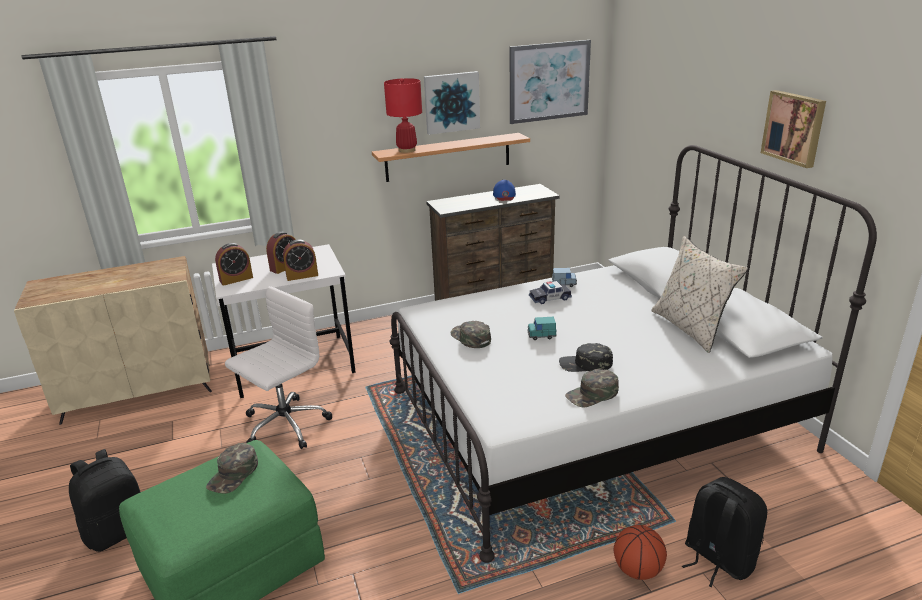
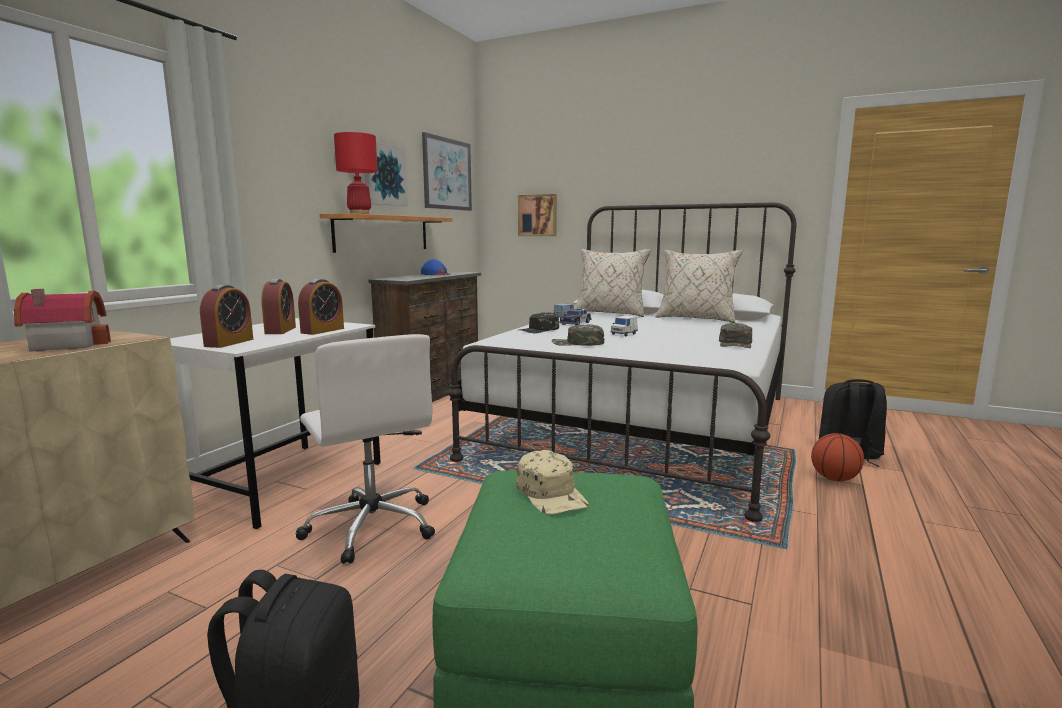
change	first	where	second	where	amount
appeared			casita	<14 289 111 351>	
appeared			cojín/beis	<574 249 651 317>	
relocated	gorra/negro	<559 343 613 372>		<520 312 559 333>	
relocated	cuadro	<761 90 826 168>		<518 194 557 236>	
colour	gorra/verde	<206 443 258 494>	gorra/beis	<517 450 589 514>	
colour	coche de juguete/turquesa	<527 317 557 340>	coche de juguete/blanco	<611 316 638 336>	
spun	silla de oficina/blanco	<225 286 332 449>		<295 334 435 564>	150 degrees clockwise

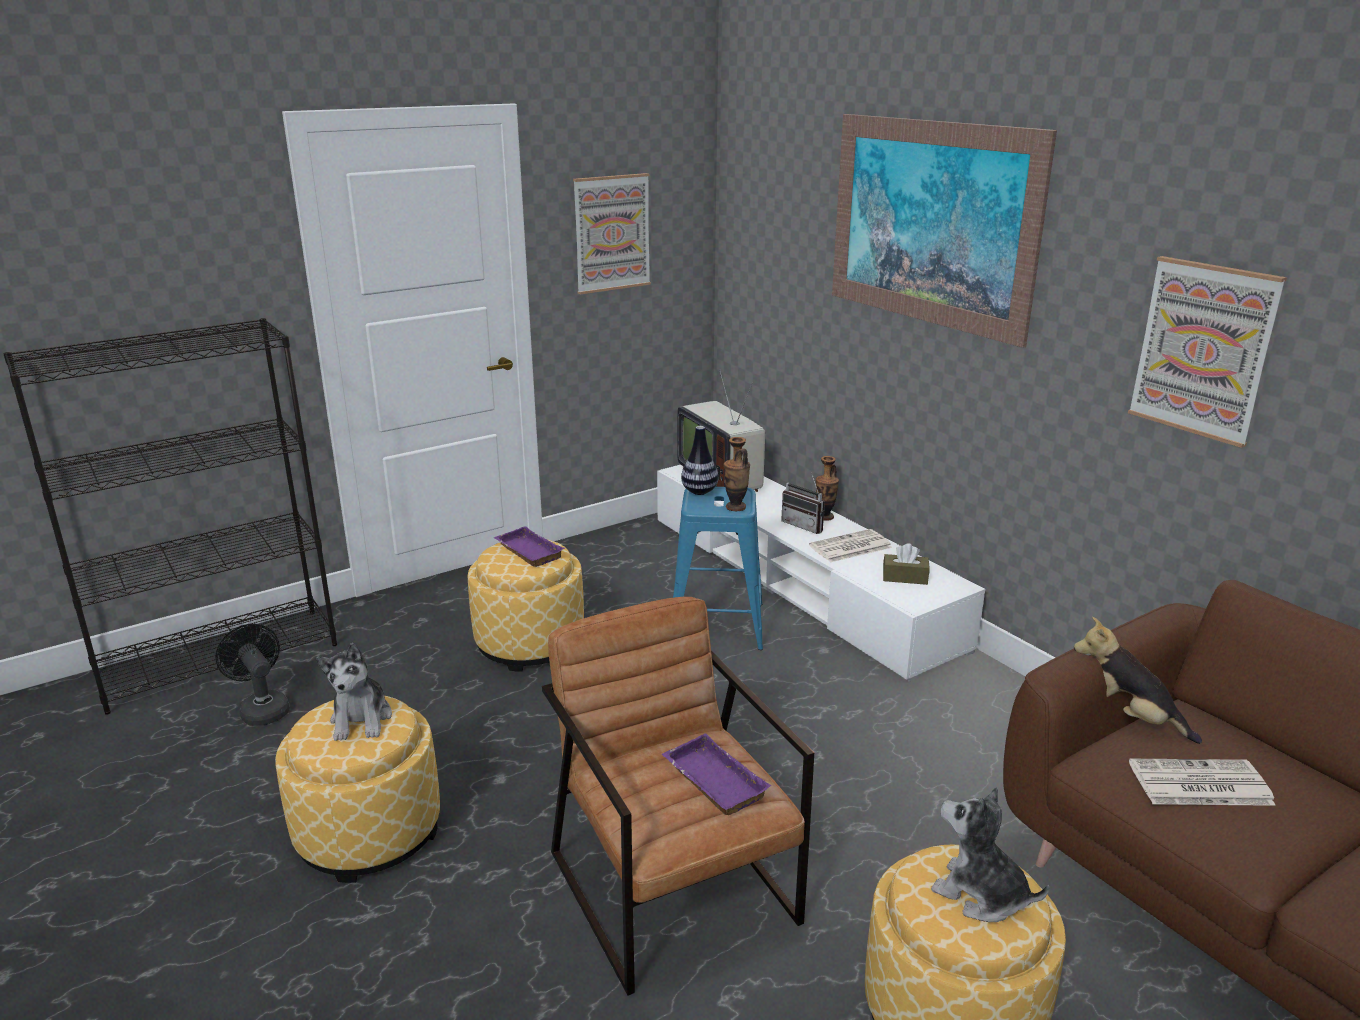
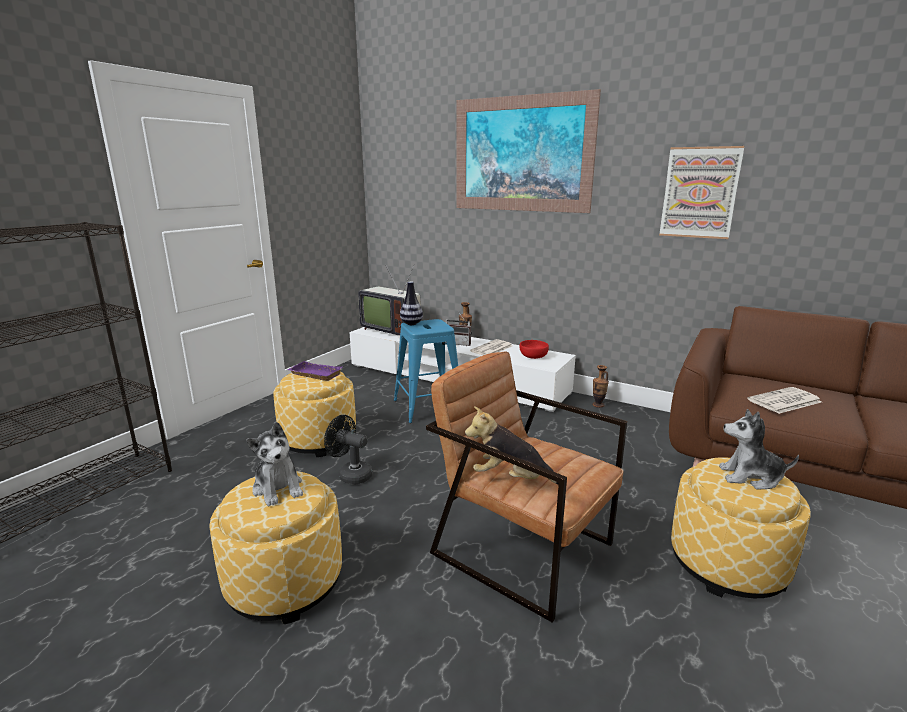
change	first	where	second	where	amount
missing	cuadro	<573 173 651 295>			
missing	bandeja/morado	<662 733 771 815>			
relocated	ventilador/negro	<215 624 290 726>		<324 415 373 485>	
relocated	florero	<724 437 750 511>		<593 365 609 408>	
relocated	peluche	<1074 617 1202 744>		<465 406 559 485>	
exchanged	caja de pañuelos/marrón	<883 543 930 585>	cuenco/rojo	<519 340 549 359>	

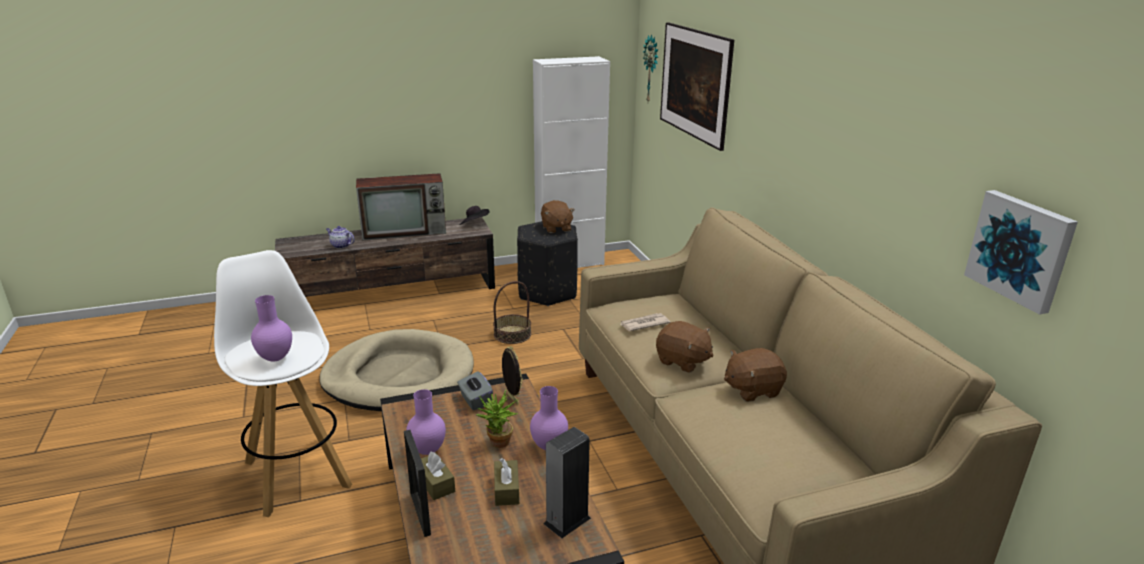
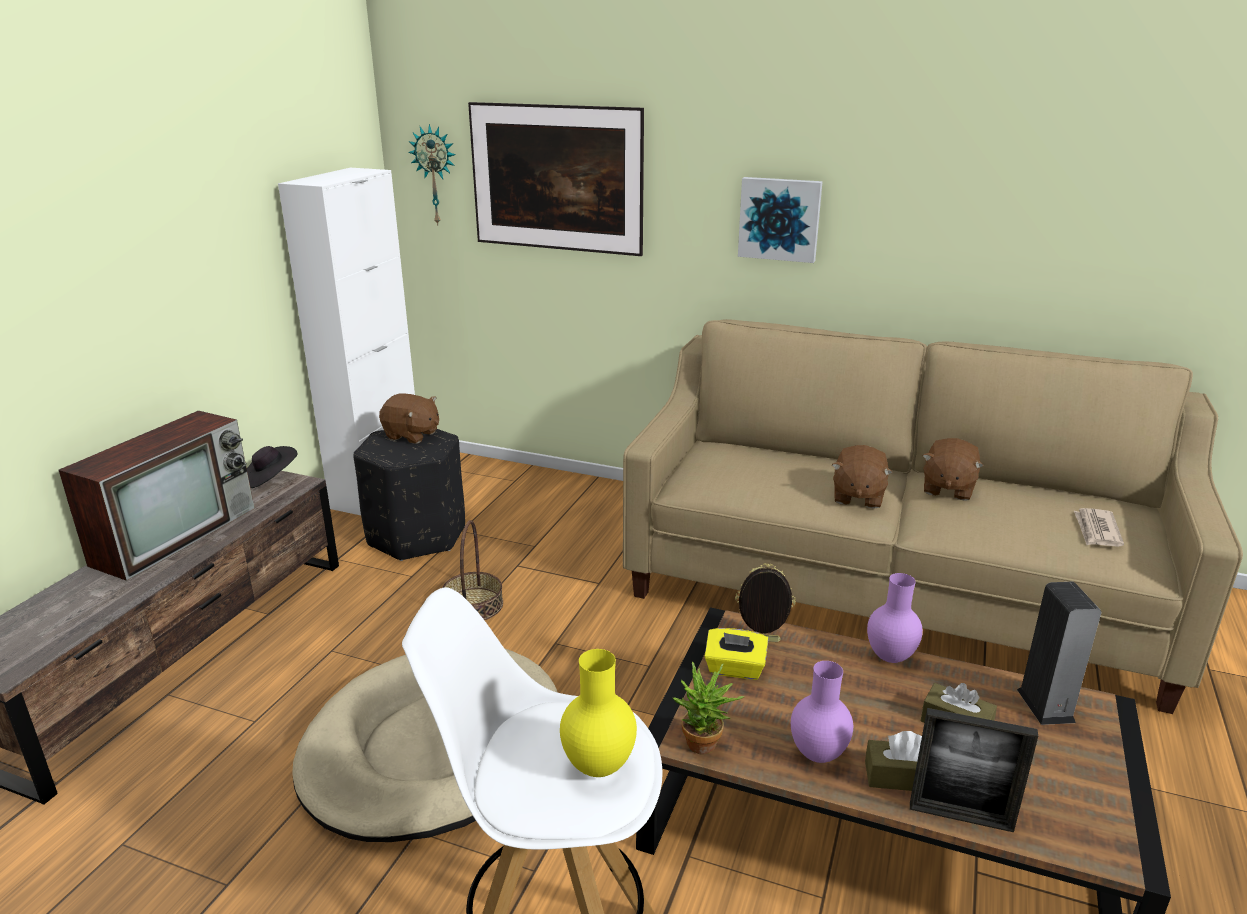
change	first	where	second	where	amount
missing	tetera	<326 226 355 249>			
relocated	planta en maceta	<476 390 518 448>		<673 662 744 755>	
relocated	periódico	<620 313 671 331>		<1074 508 1124 547>	
relocated	cuadro	<964 190 1078 315>		<738 177 823 263>	
colour	florero/morado	<251 295 292 362>	florero/amarillo	<560 649 637 777>	
colour	caja de pañuelos/gris	<457 371 493 410>	caja de pañuelos/amarillo	<704 628 768 680>	
spun	peluche/marrón	<656 321 713 373>		<832 445 893 509>	120 degrees clockwise

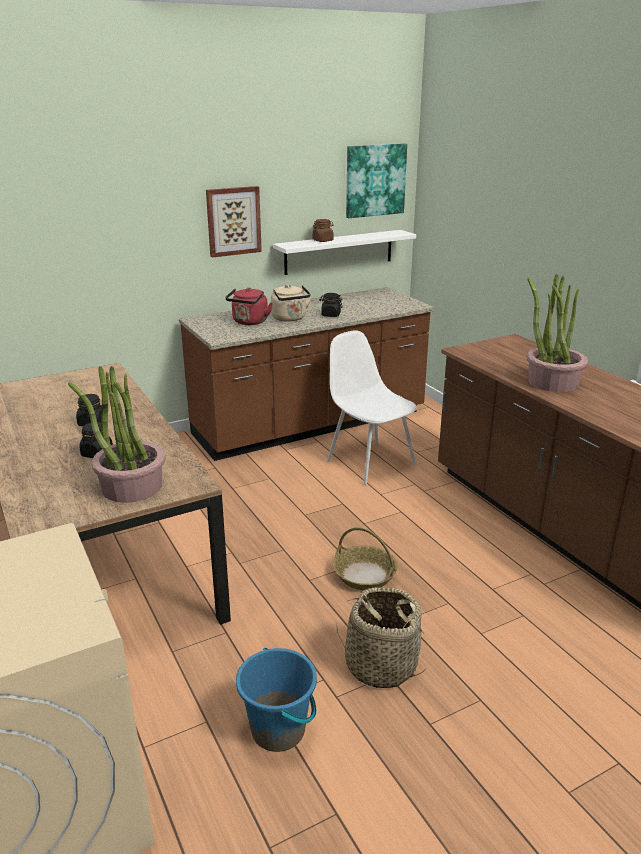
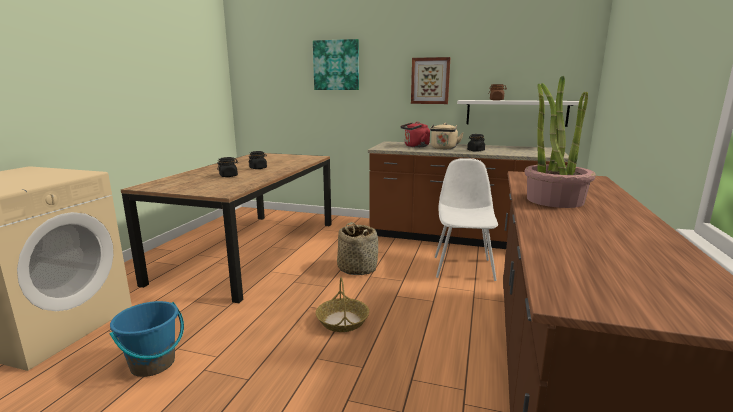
change	first	where	second	where	amount
missing	planta en maceta	<68 366 166 503>			
relocated	cesta	<336 587 425 688>		<337 222 378 275>	
relocated	cuadro	<346 143 407 218>		<313 39 359 90>	

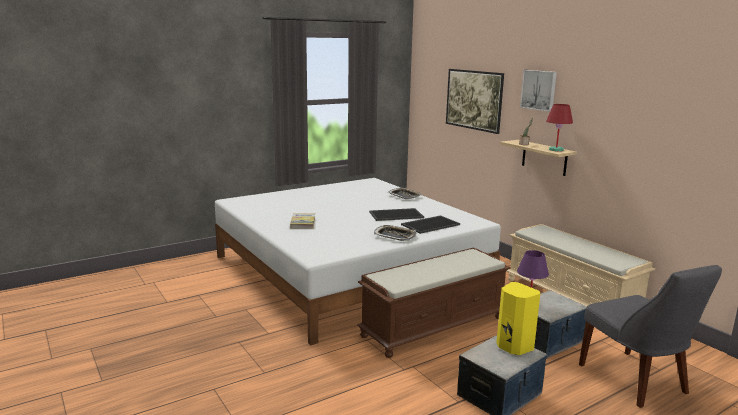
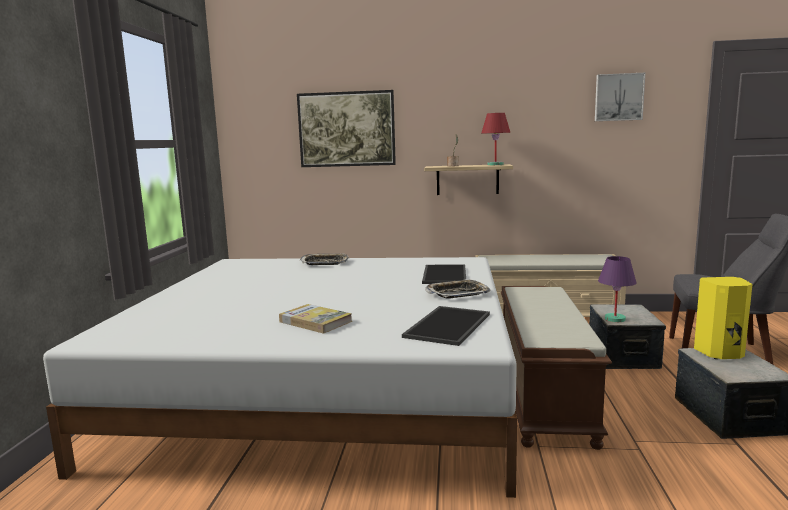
change	first	where	second	where	amount
relocated	bandeja	<369 208 424 221>		<402 306 490 346>	
relocated	cuadro	<520 70 557 112>		<595 73 645 121>	

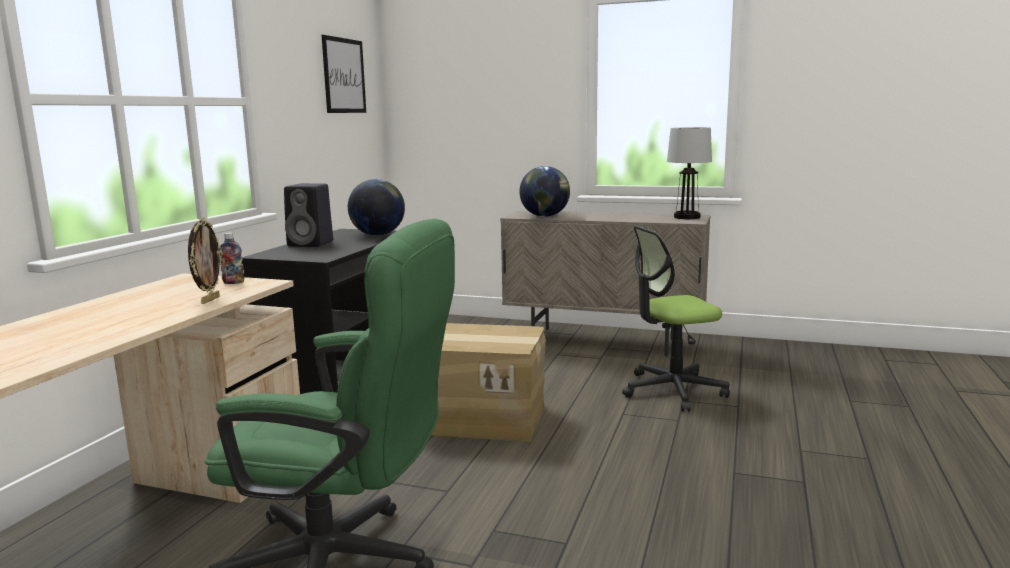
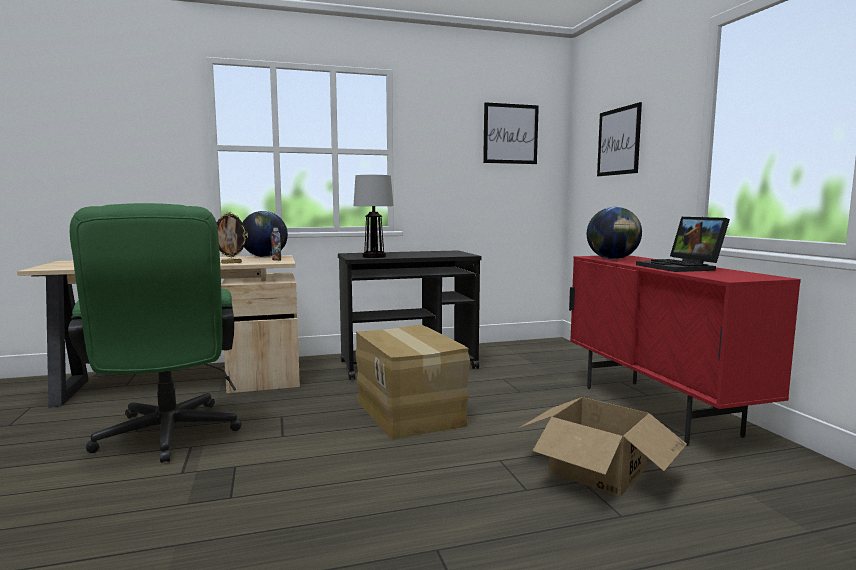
change	first	where	second	where	amount
missing	altavoz/negro	<284 183 333 247>			
appeared			cuadro	<597 102 642 176>	
appeared			portátil	<636 217 730 272>	
relocated	globo terráqueo	<348 179 405 236>		<242 211 288 257>	
relocated	lámpara de mesa	<667 127 712 219>		<354 175 394 258>	
exchanged	silla de oficina	<622 225 730 412>	caja de cartón	<519 397 687 496>	
colour	armario/beis	<500 210 711 357>	armario/rojo	<569 255 801 446>	

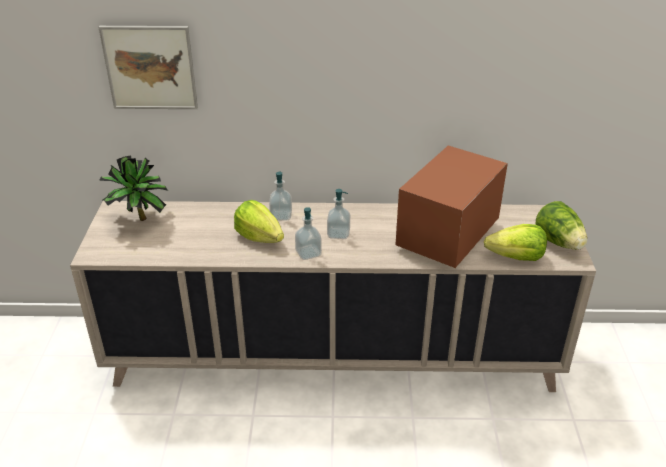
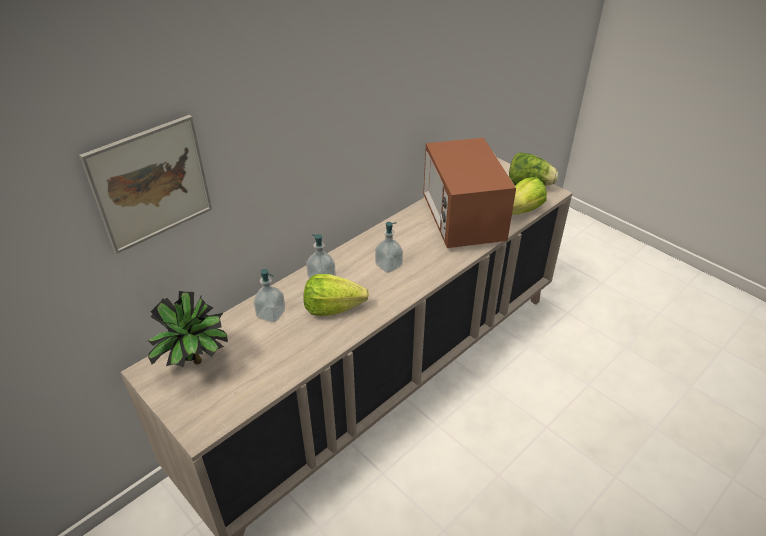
change	first	where	second	where	amount
relocated	dispensador de jabón	<295 207 322 260>		<254 269 285 322>	

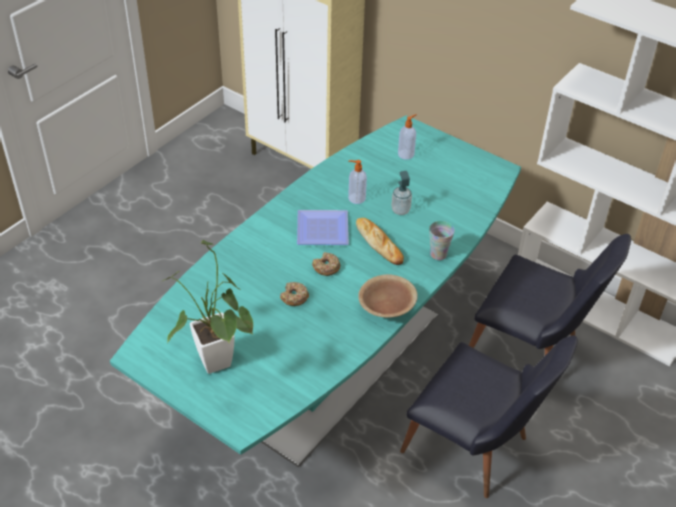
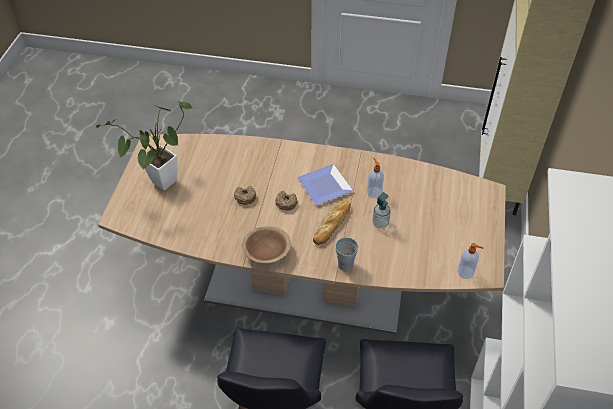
change	first	where	second	where	amount
relocated	dispensador de jabón	<398 114 417 160>		<458 243 484 279>	
colour	mesa de comedor/turquesa	<110 115 521 467>	mesa de comedor/marrón	<98 134 506 334>	

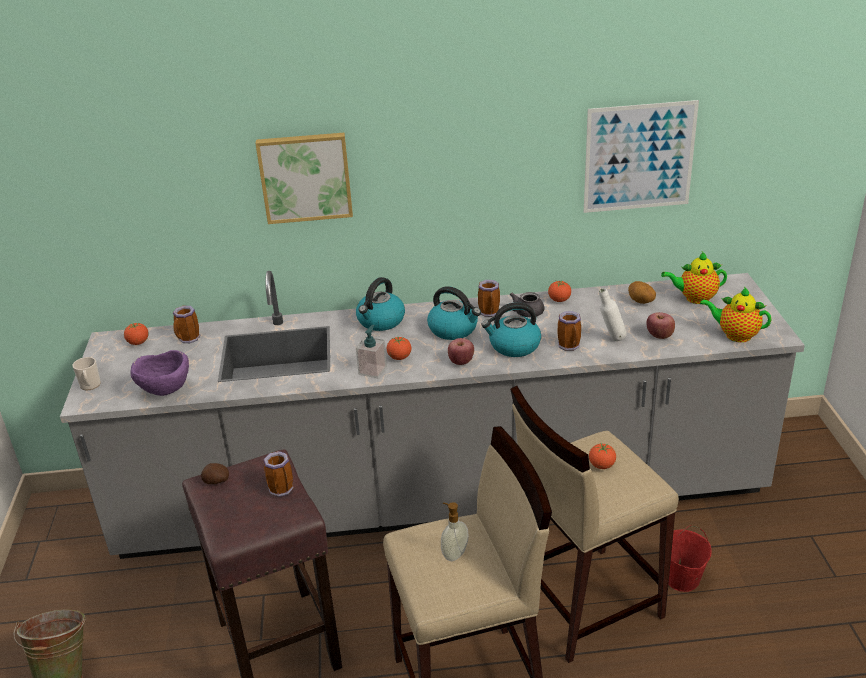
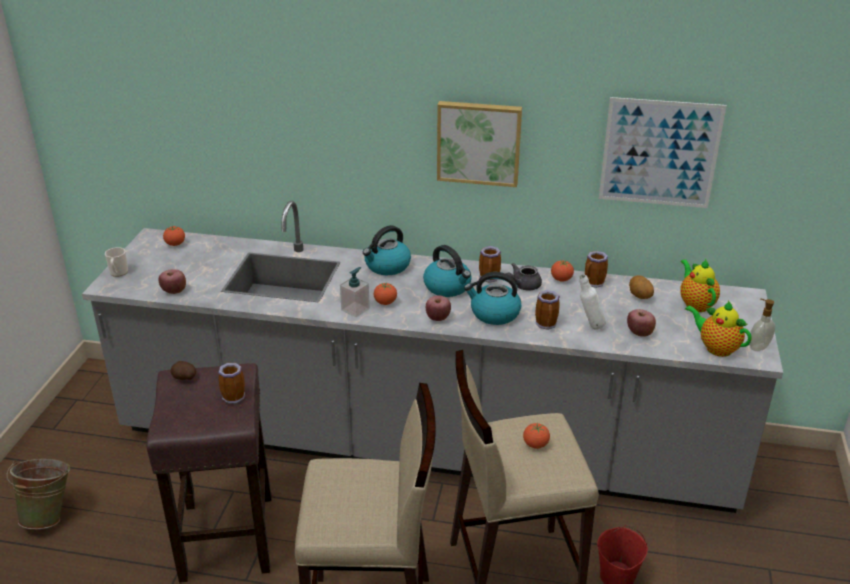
change	first	where	second	where	amount
relocated	taza grande	<173 306 200 343>		<585 251 608 288>	
relocated	cuadro	<256 133 353 224>		<437 101 522 187>	
relocated	dispensador de jabón	<441 502 469 561>		<750 299 775 351>	
exchanged	cuenco/morado	<130 350 189 396>	manzana	<158 269 186 294>	
spun	tetera	<661 252 727 304>		<680 259 720 312>	60 degrees clockwise

